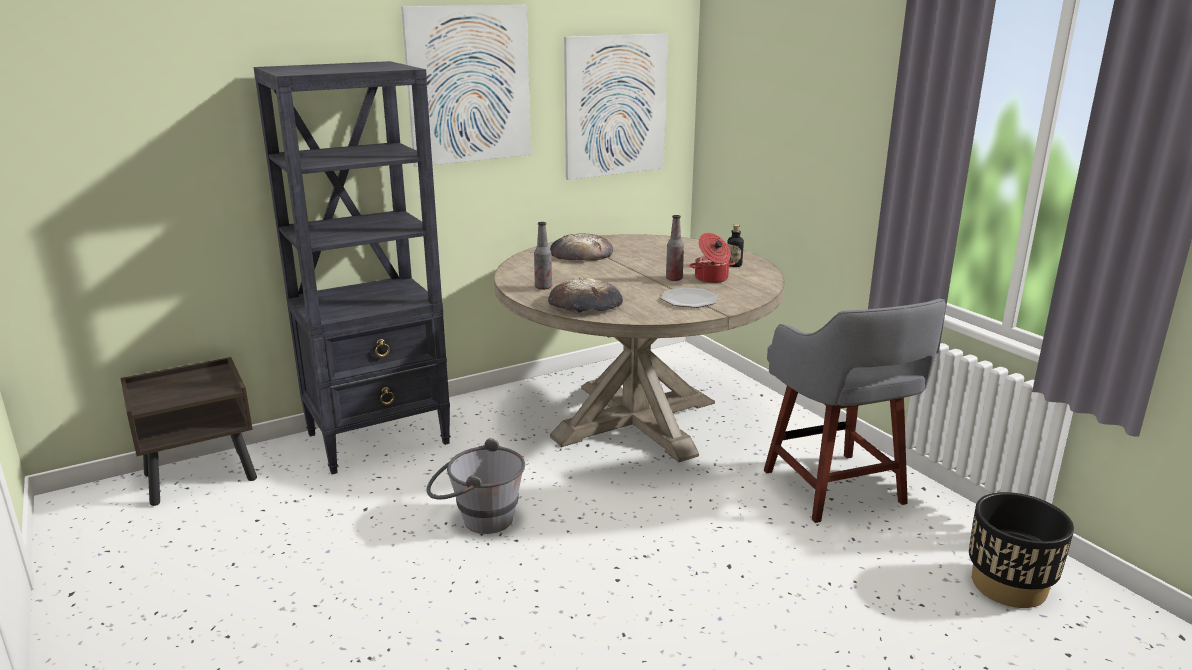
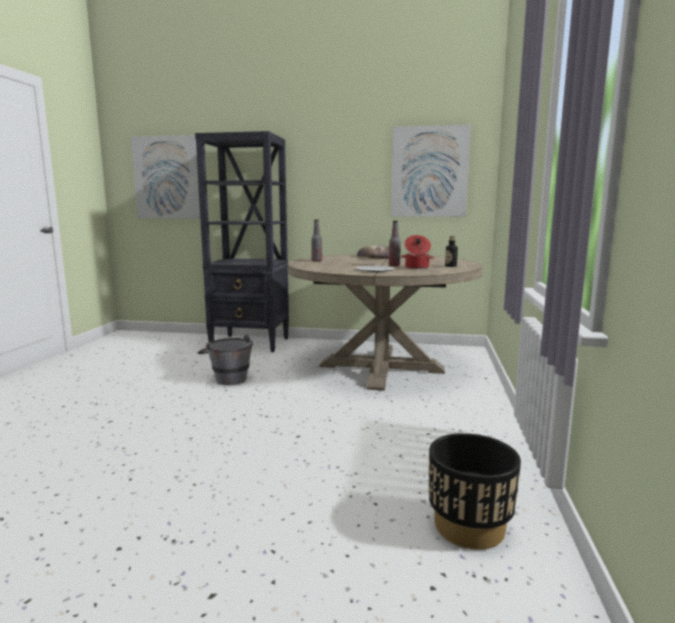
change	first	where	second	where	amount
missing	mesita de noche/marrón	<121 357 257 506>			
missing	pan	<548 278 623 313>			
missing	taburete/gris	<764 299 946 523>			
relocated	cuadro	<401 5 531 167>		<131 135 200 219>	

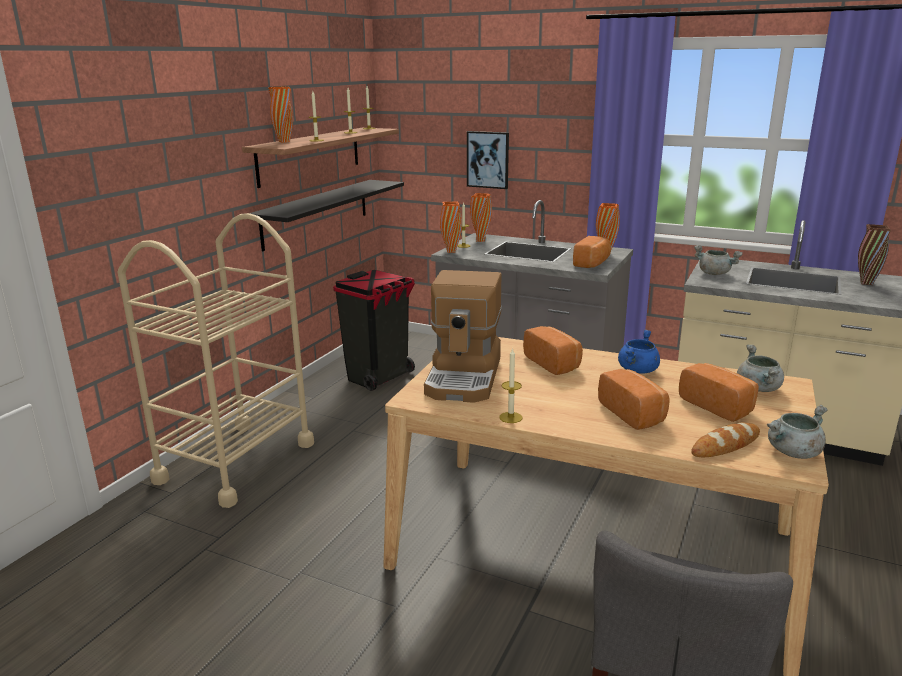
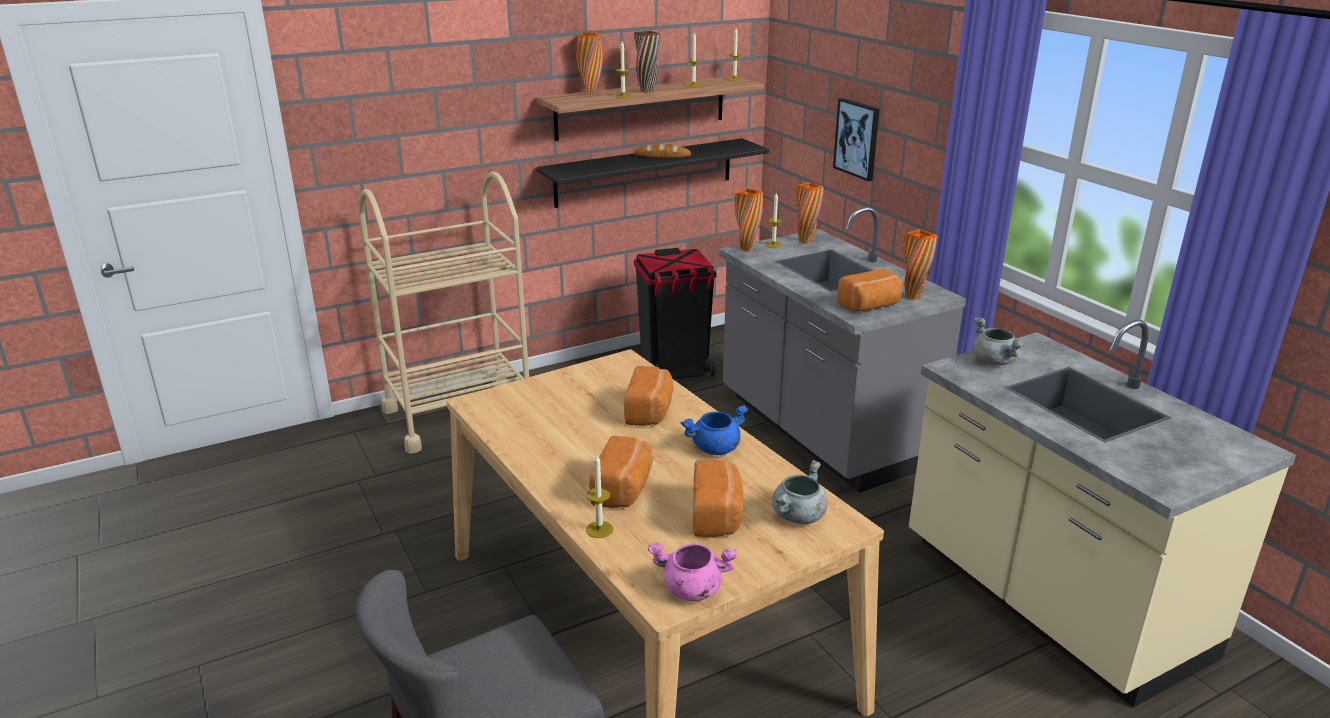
change	first	where	second	where	amount
missing	cafetera	<424 270 502 403>			
relocated	vela	<499 348 523 423>		<586 455 613 538>	
relocated	pan	<691 423 760 457>		<634 144 691 158>	
relocated	florero/marrón	<858 224 891 285>		<634 31 660 93>	
colour	olla/gris	<767 405 828 459>	olla/rosa	<648 543 737 601>	

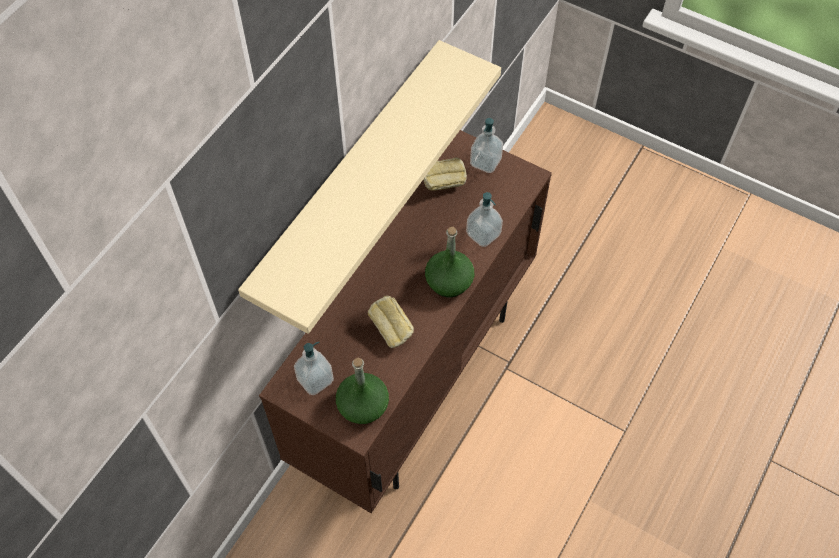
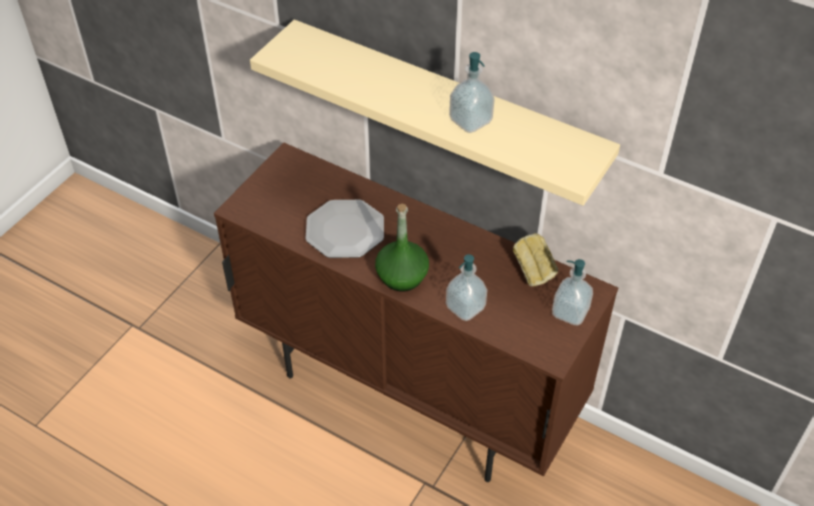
change	first	where	second	where	amount
missing	botella/verde	<336 357 389 424>			
relocated	dispensador de jabón	<294 342 334 395>		<449 52 495 133>	
exchanged	pan	<368 296 414 348>	plato	<306 200 384 258>	

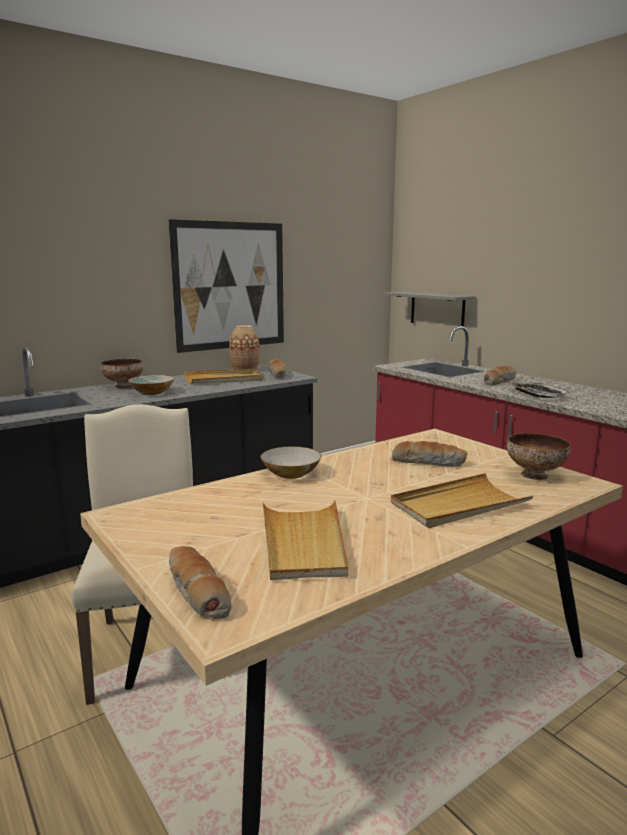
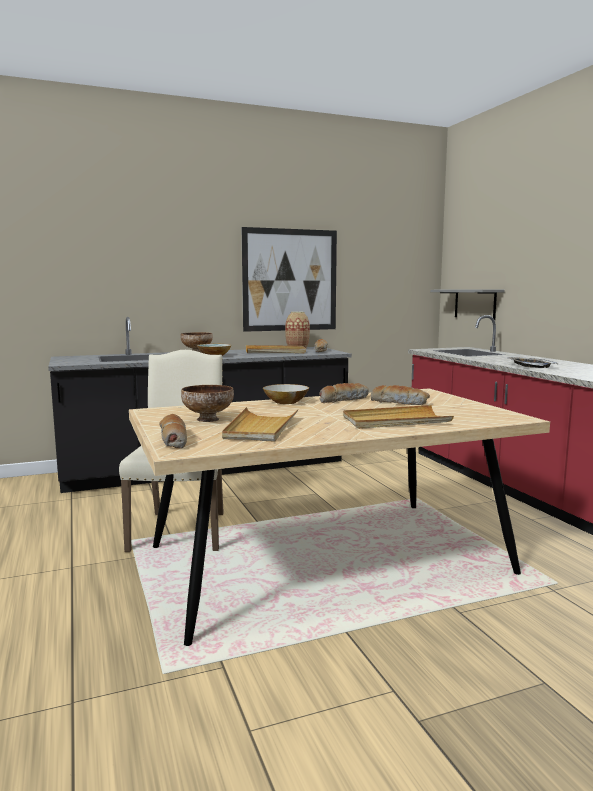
change	first	where	second	where	amount
relocated	pan	<484 366 516 386>		<319 383 369 403>	
relocated	cuenco	<507 433 571 480>		<181 385 234 422>	

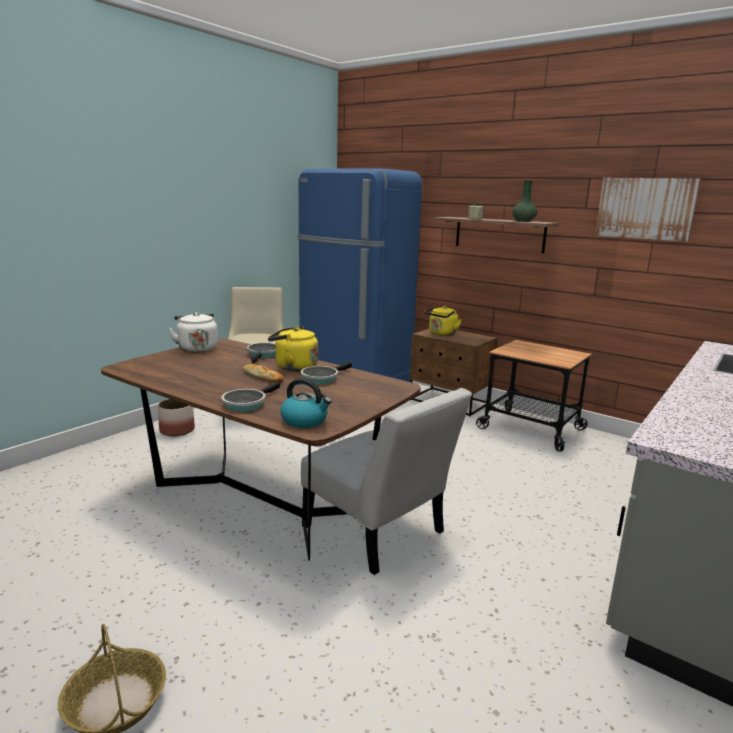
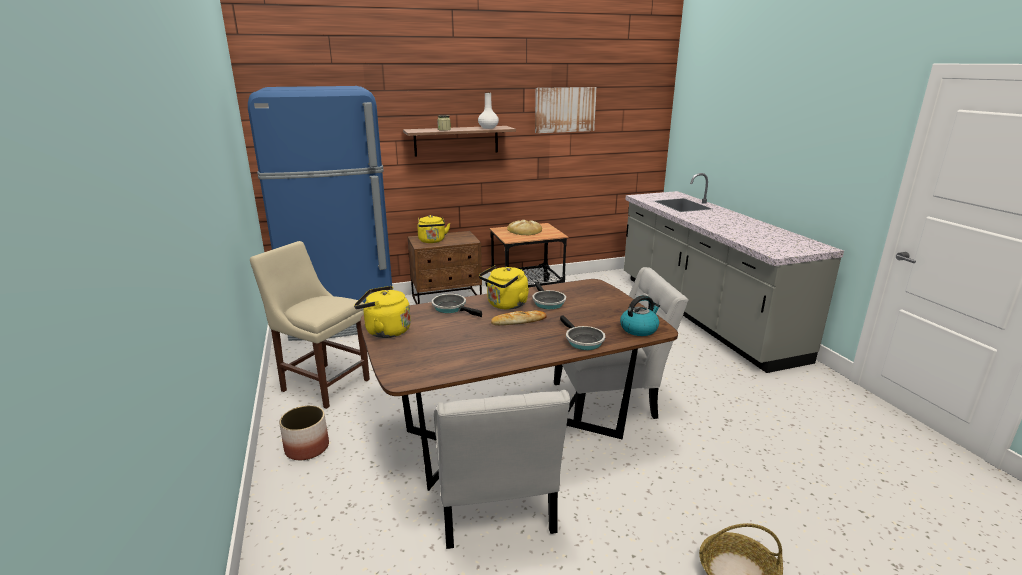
change	first	where	second	where	amount
appeared			silla/blanco	<434 390 570 549>	
appeared			pan	<507 220 542 235>	
colour	hervidor/blanco	<168 312 218 352>	hervidor/amarillo	<354 286 411 338>	
colour	florero/verde	<512 180 537 222>	florero/blanco	<478 93 499 129>	

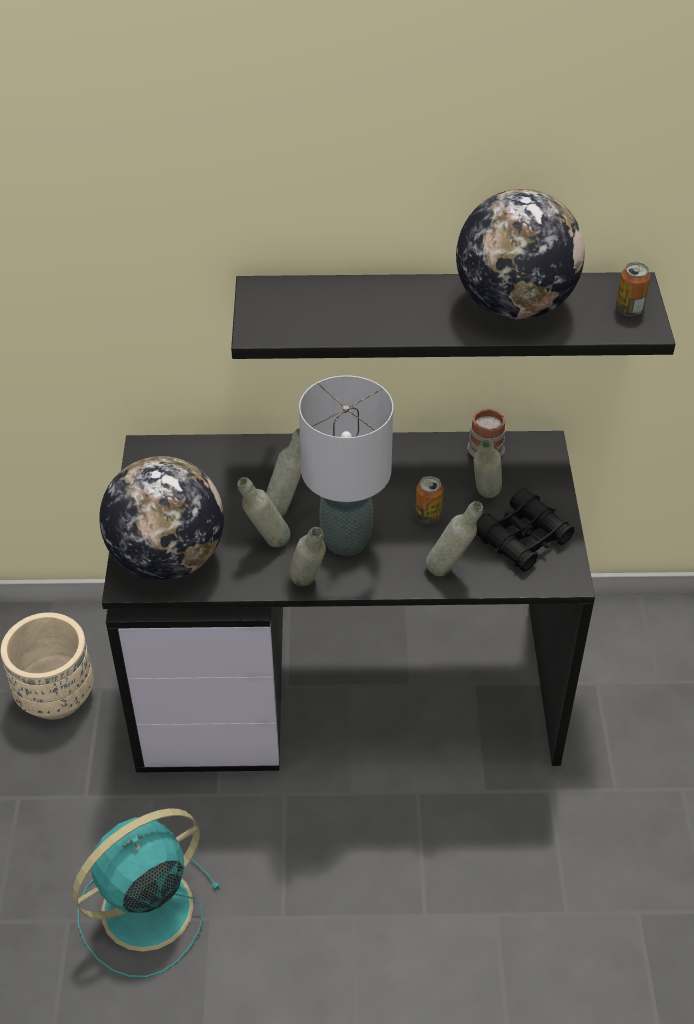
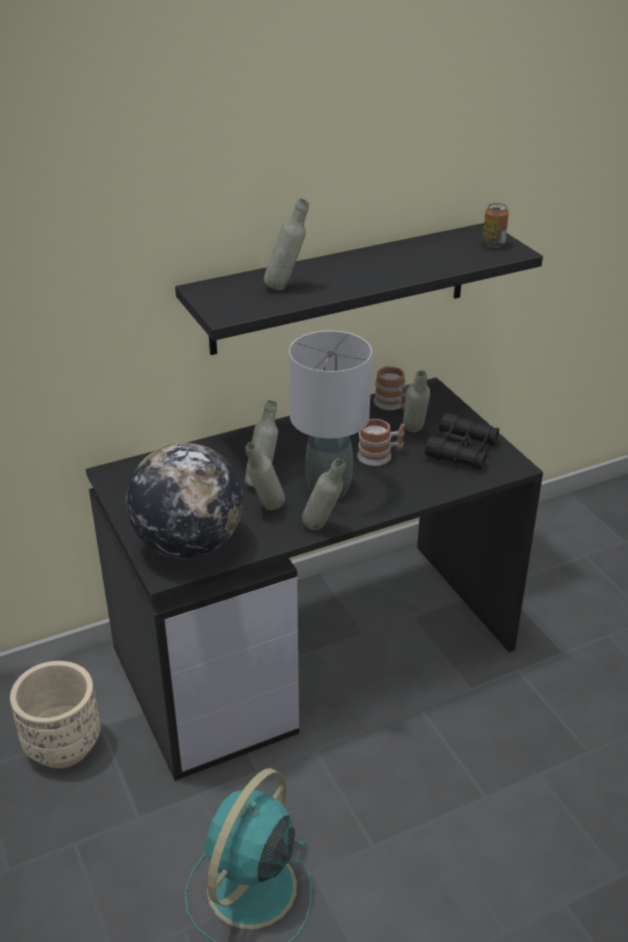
change	first	where	second	where	amount
missing	globo terráqueo	<456 189 585 320>			
relocated	botella/gris	<426 501 483 576>		<264 199 309 290>	
exchanged	lata	<415 476 443 524>	taza grande	<357 419 405 466>	

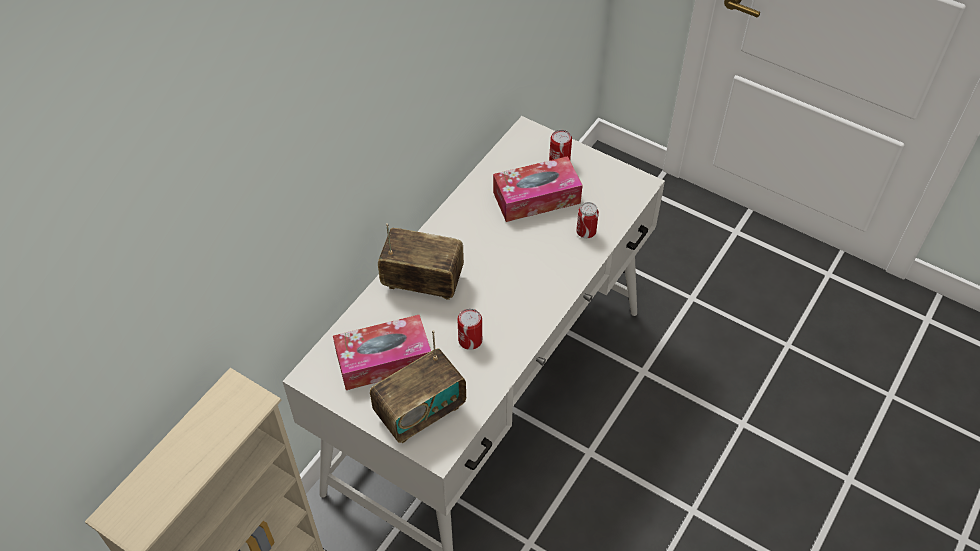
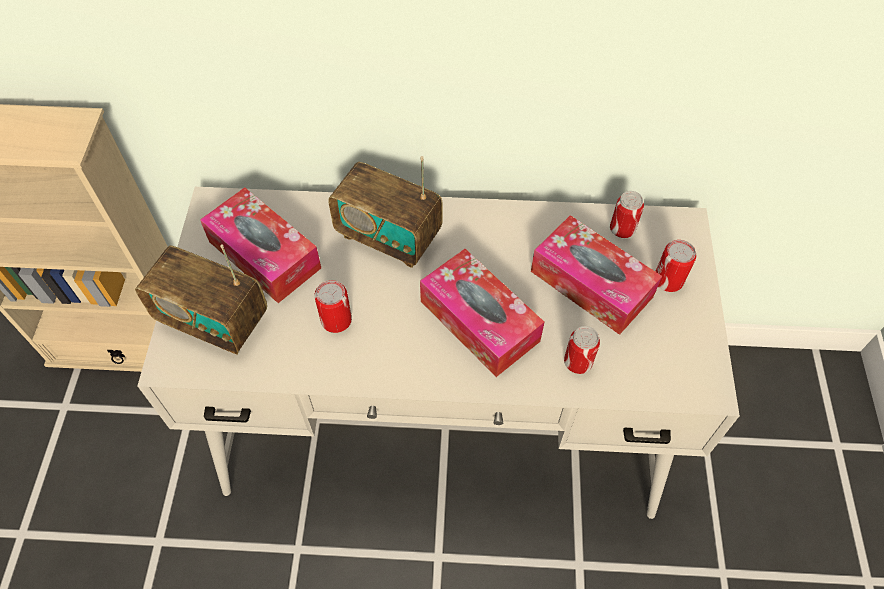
change	first	where	second	where	amount
appeared			caja de pañuelos	<420 249 545 377>	
appeared			lata	<610 191 644 238>	
spun	radio	<378 223 464 300>		<328 156 443 268>	135 degrees clockwise

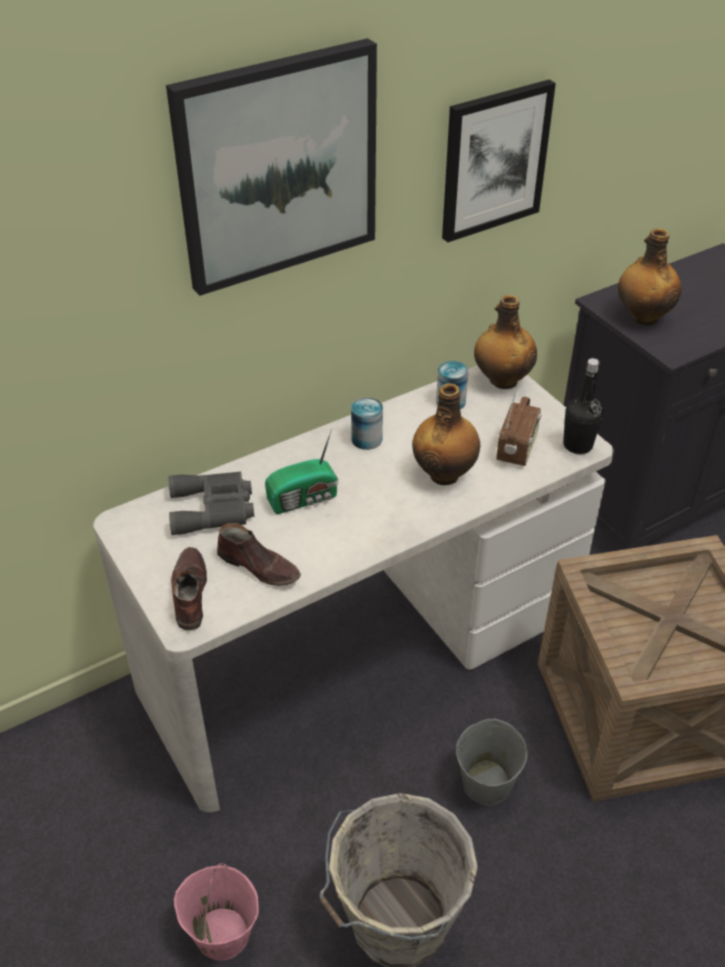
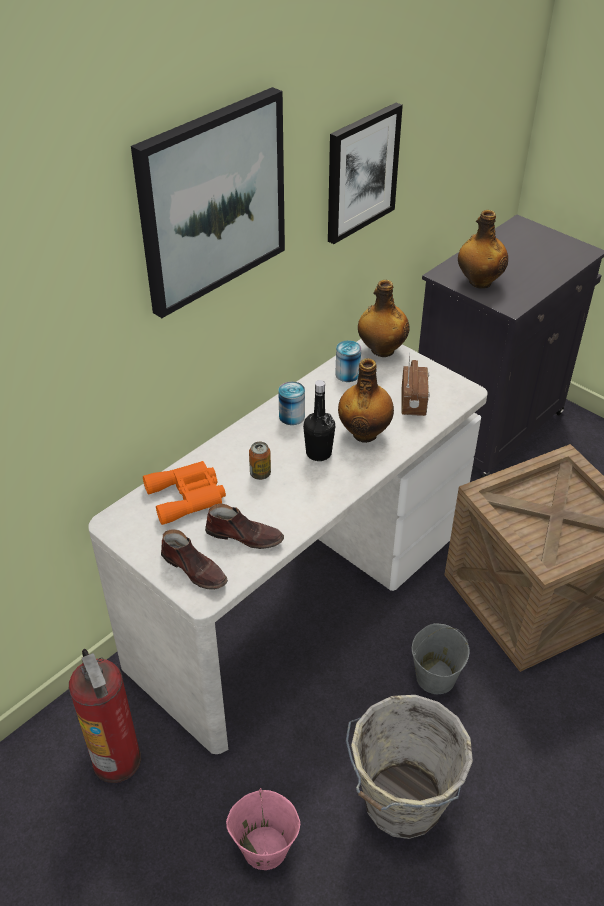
change	first	where	second	where	amount
appeared			extintor	<69 649 141 783>	
relocated	botella/negro	<563 358 603 454>		<303 380 335 461>	
exchanged	radio	<265 429 338 514>	lata	<249 442 271 480>	
colour	prismáticos/gris	<168 471 255 535>	prismáticos/naranja	<143 461 226 525>	
spun	zapato/marrón	<171 547 207 630>		<161 529 228 590>	150 degrees clockwise

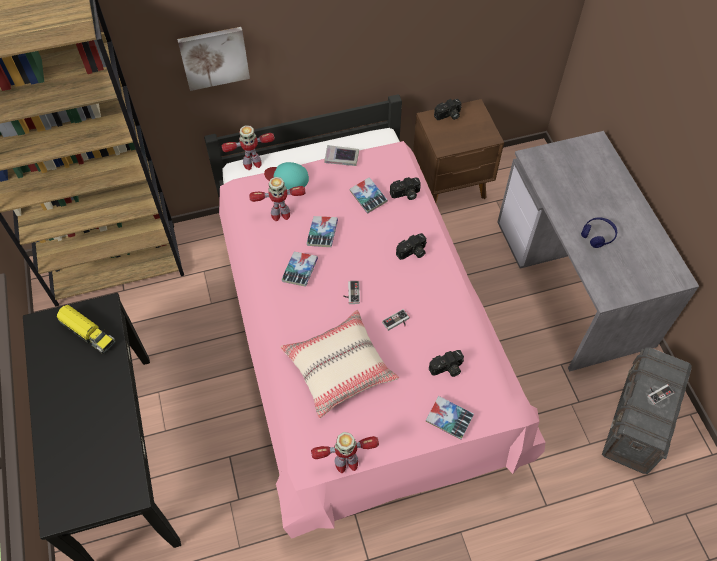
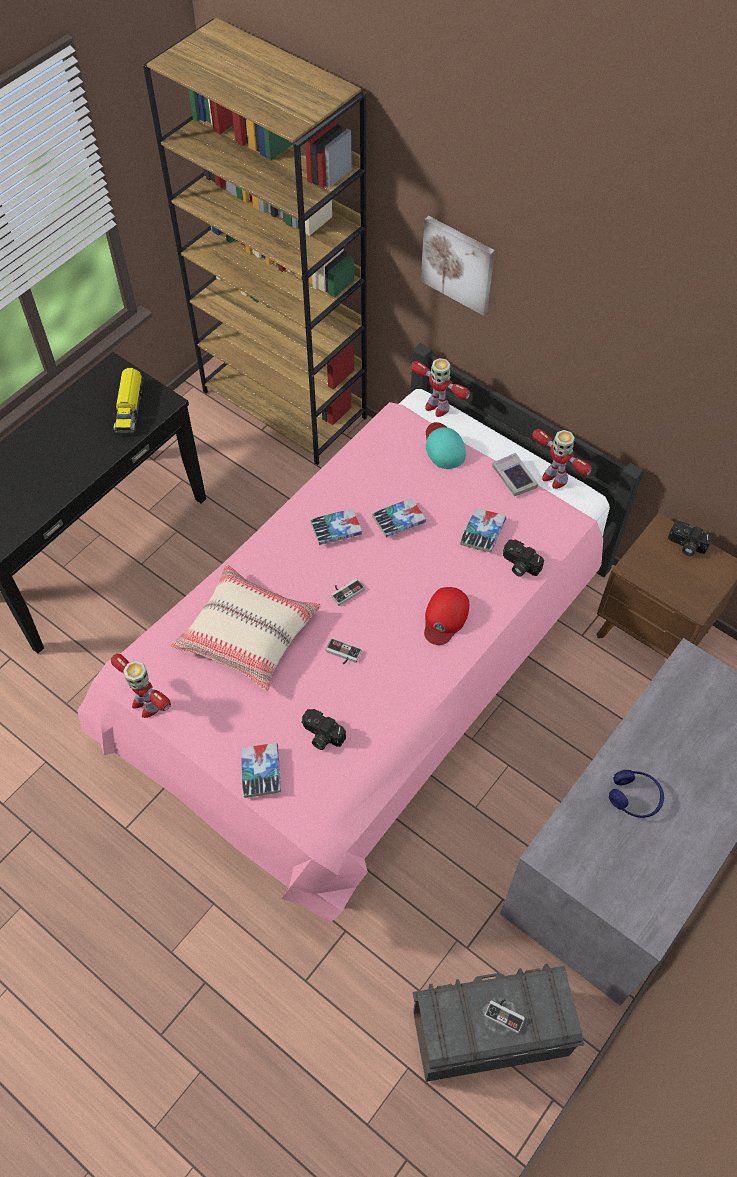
change	first	where	second	where	amount
relocated	robot de juguete	<249 177 306 221>		<532 429 592 489>	
exchanged	cámara	<396 233 427 260>	gorra/rojo	<424 587 469 645>	

